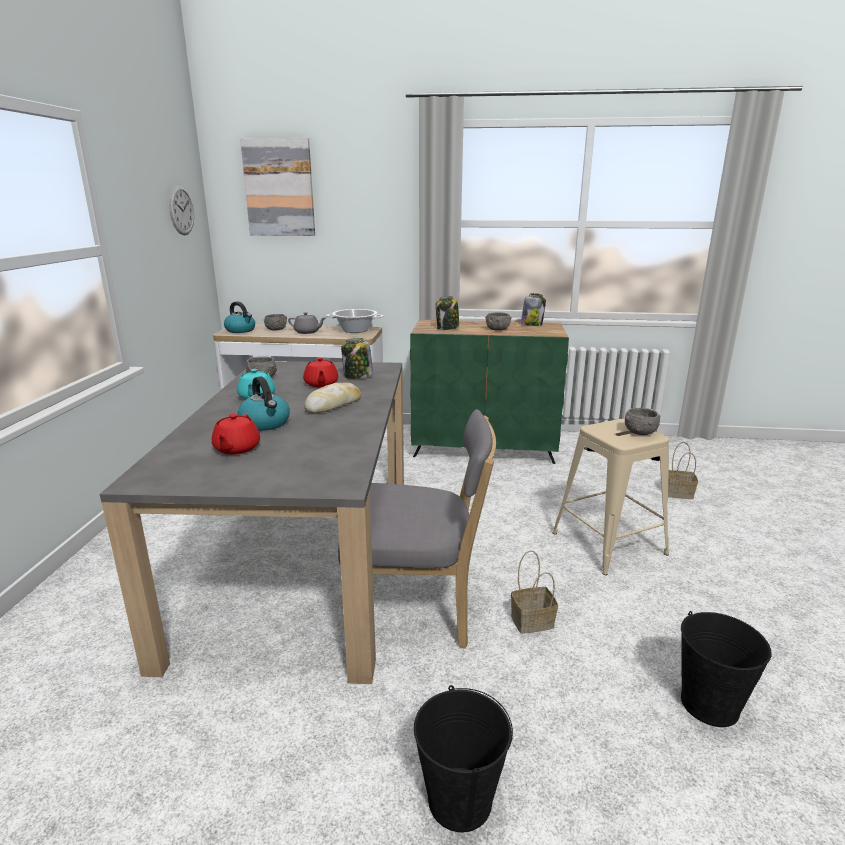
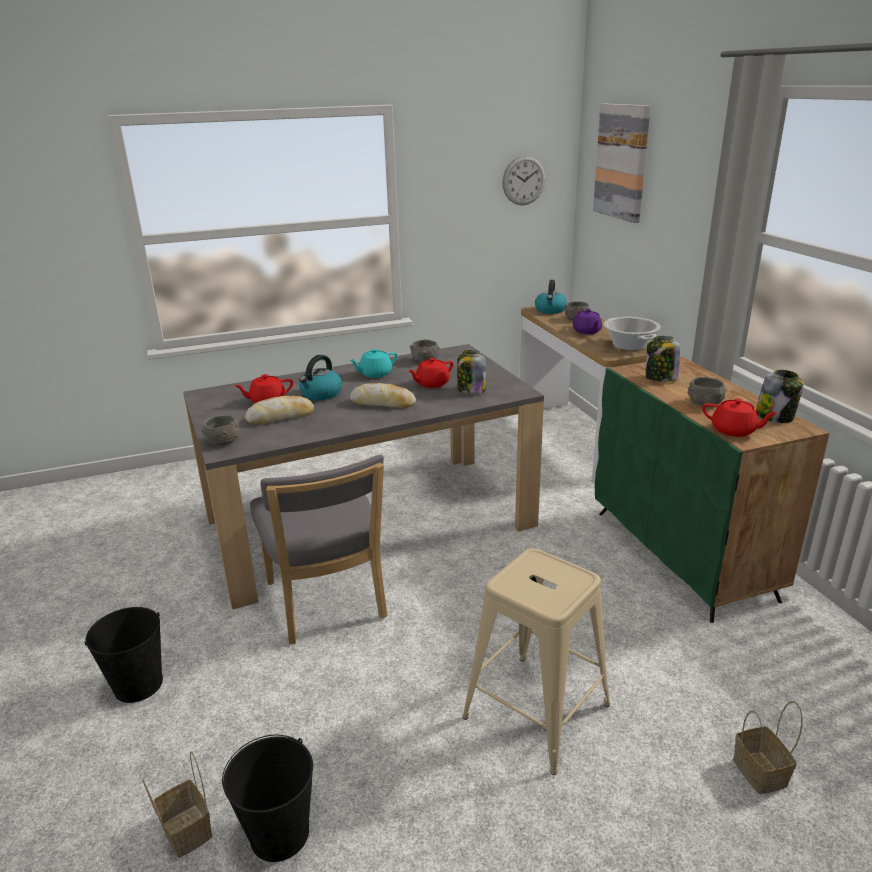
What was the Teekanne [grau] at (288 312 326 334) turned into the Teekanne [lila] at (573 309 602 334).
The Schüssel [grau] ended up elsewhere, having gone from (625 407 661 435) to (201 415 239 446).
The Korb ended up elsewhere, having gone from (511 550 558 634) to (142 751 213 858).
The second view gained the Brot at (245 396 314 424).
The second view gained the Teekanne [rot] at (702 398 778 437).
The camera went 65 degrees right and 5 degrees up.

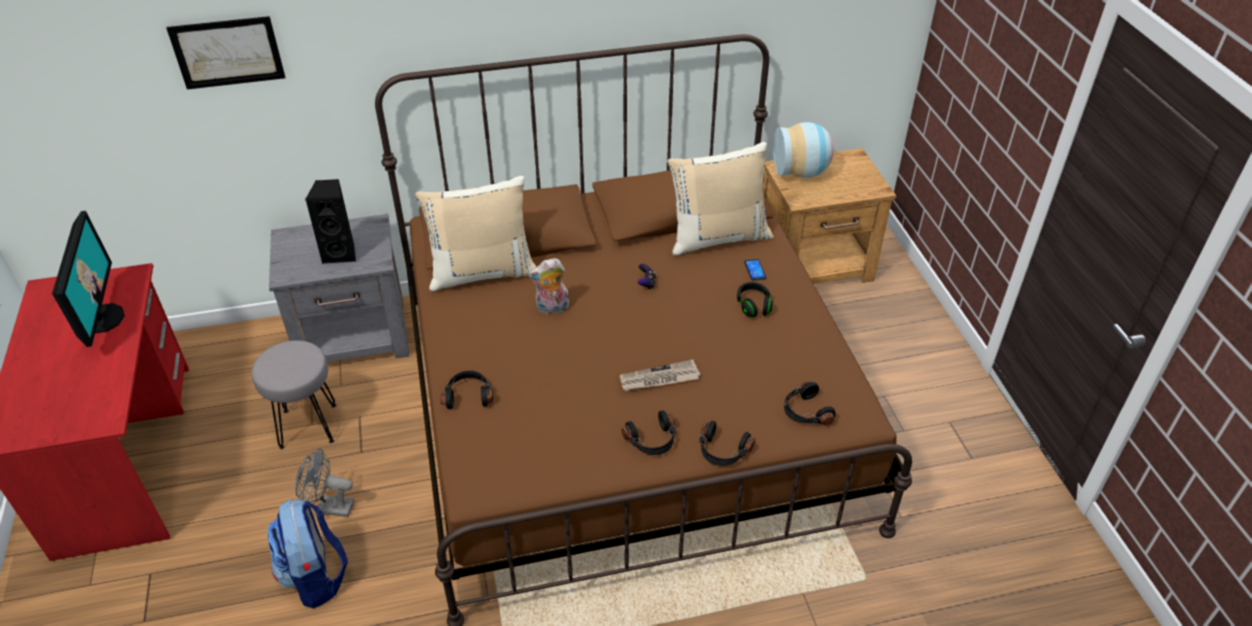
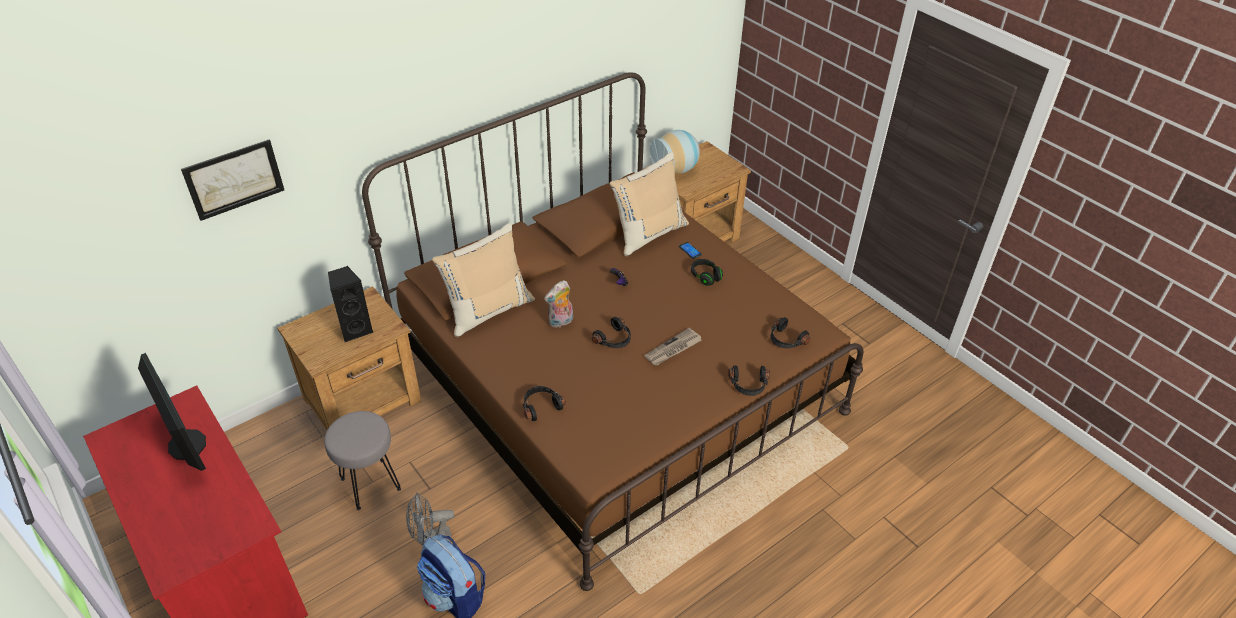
What was the Nachttisch [grau] at (269 214 409 362) turned into the Nachttisch [braun] at (277 286 421 430).
The Kopfhörer [schwarz] ended up elsewhere, having gone from (621 411 676 455) to (592 317 631 348).
The camera went 25 degrees left and 0 degrees up.

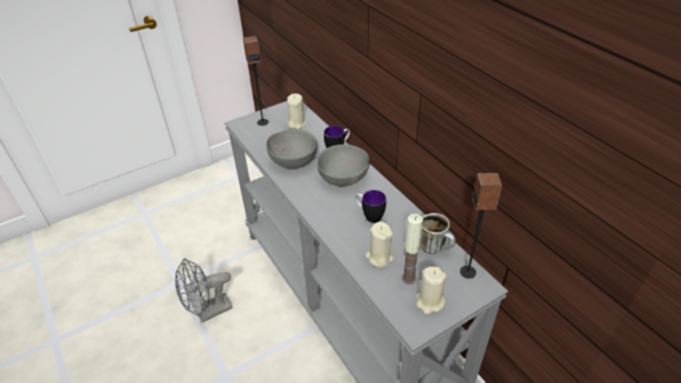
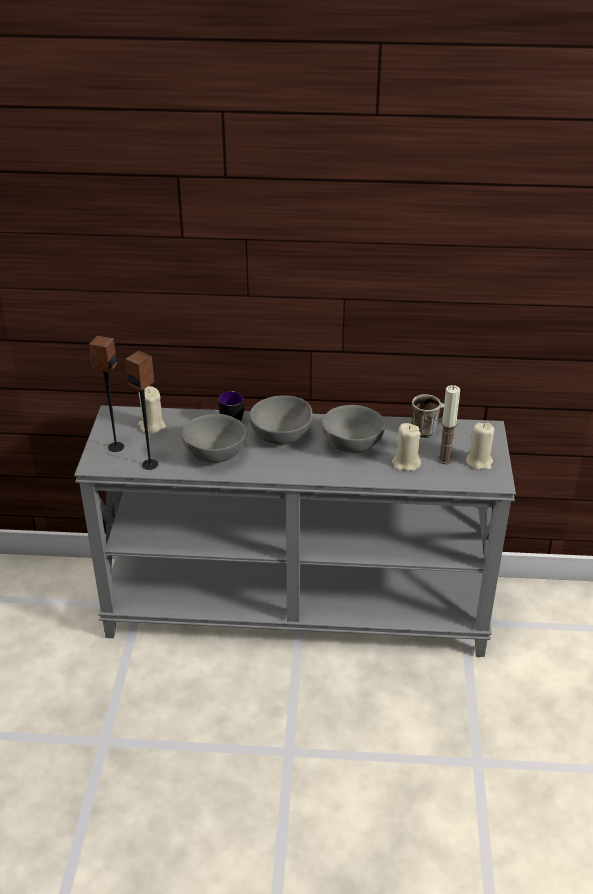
The Lautsprecher ended up elsewhere, having gone from (460 173 502 279) to (125 351 158 470).
Where the Henkelbecher stood at (355 190 386 223), the Schüssel [grau] came to stand at (322 405 385 453).
The second view lost the Ventilator [grau] at (175 258 232 323).
The camera went 55 degrees left and 5 degrees down.

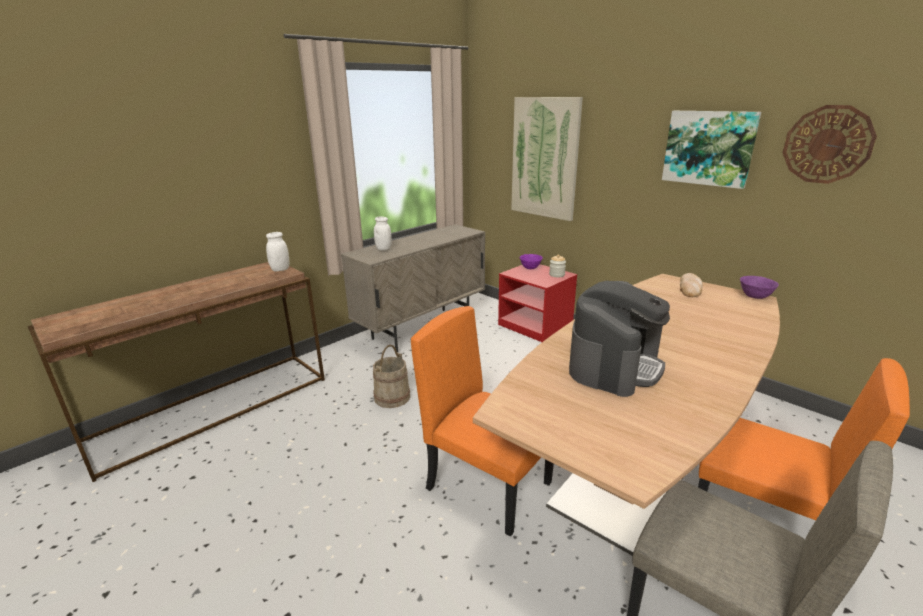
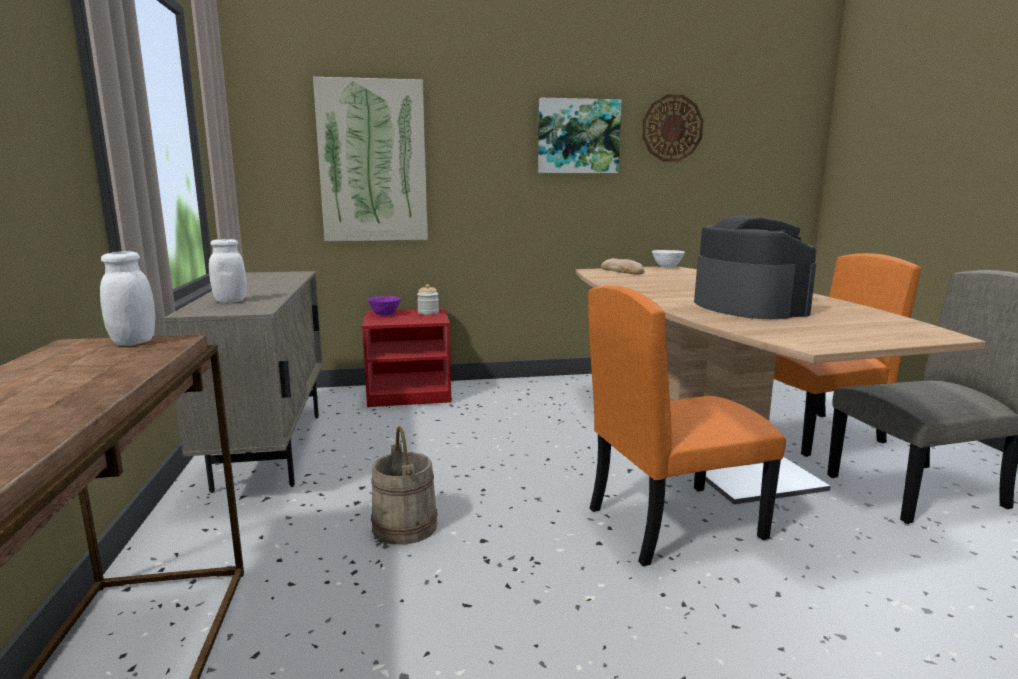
What was the Schüssel [lila] at (740 276 779 299) turned into the Schüssel [weiß] at (652 250 685 268).
The camera went 55 degrees left and 10 degrees down.

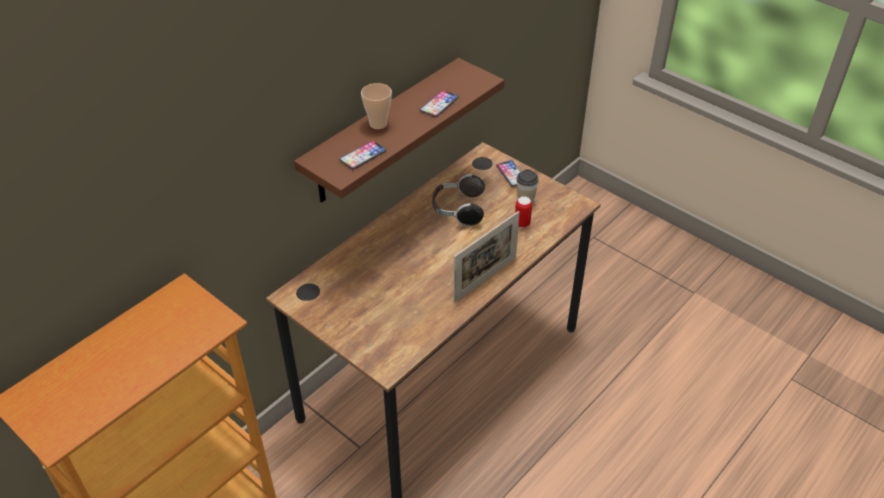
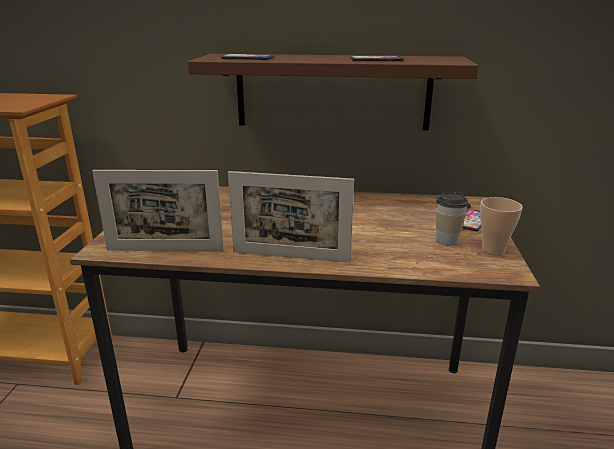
The Tasse ended up elsewhere, having gone from (361 83 392 129) to (480 197 523 255).
The second view lost the Kopfhörer at (432 174 485 227).
The second view lost the Dose at (515 196 532 228).
The second view gained the Bilderrahmen at (92 170 224 251).
The camera went 55 degrees right and 20 degrees down.

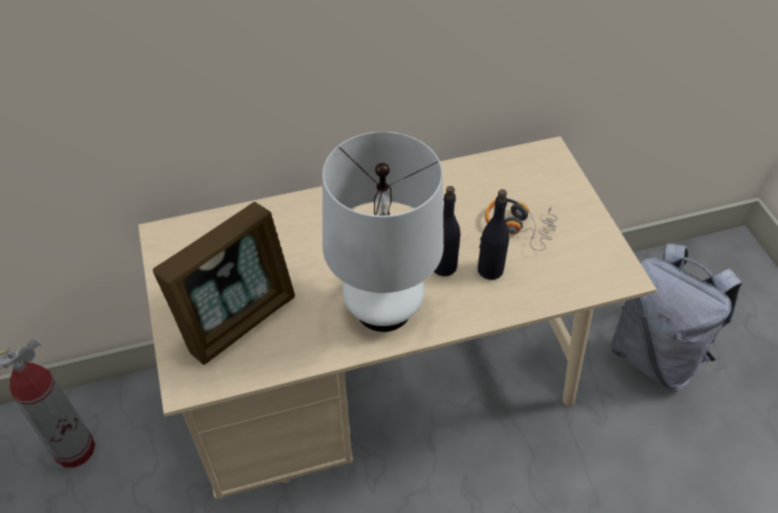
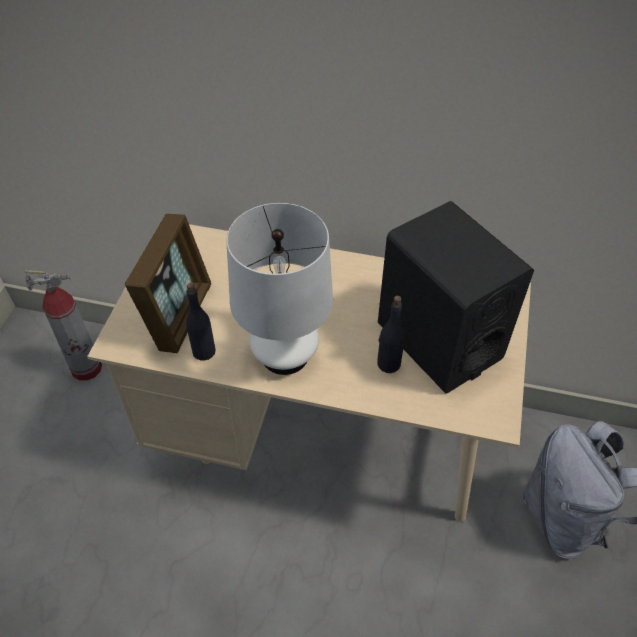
The Flasche [schwarz] ended up elsewhere, having gone from (434 186 460 276) to (186 283 216 361).
Where the Kopfhörer stood at (485 198 557 251), the Lautsprecher [schwarz] came to stand at (378 201 534 393).
The Bilderrahmen at (153 202 295 365) ended up facing another way, 60 degrees counterclockwise from before.
The camera went 30 degrees right and 0 degrees up.

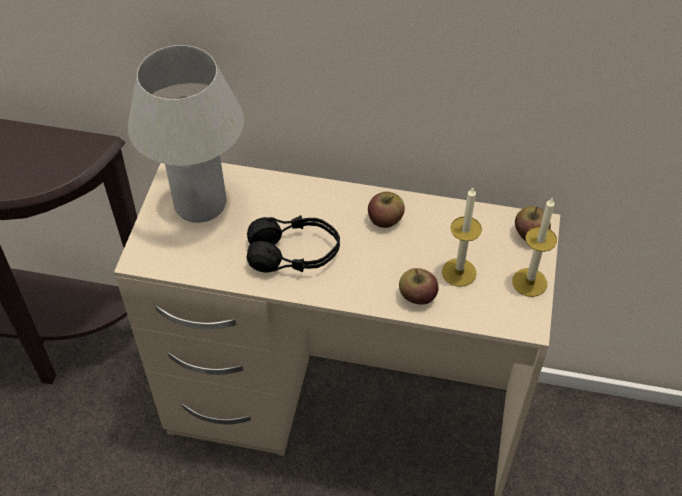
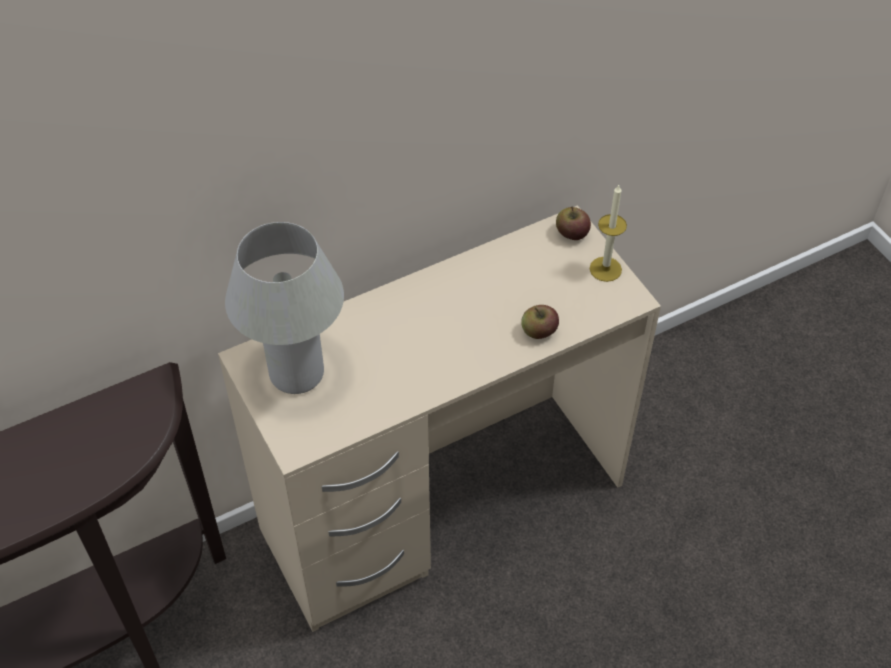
The second view lost the Kerze at (442 188 482 287).
The second view lost the Apfel at (368 192 405 228).
The second view lost the Kopfhörer [schwarz] at (247 215 340 273).
The camera went 40 degrees left and 0 degrees up.

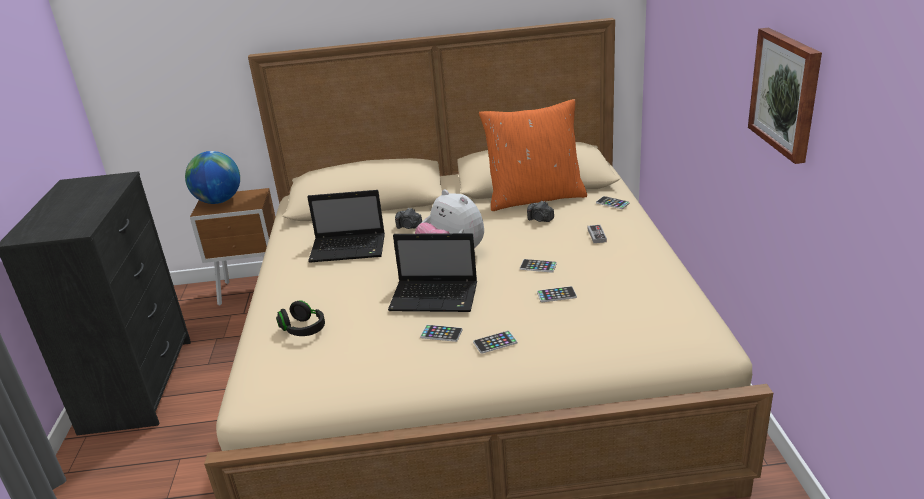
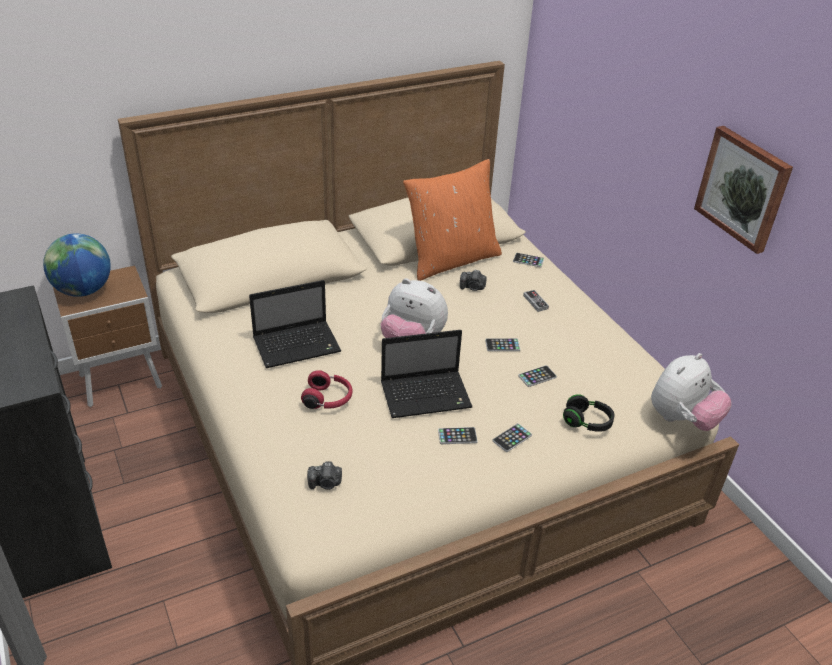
The Kamera ended up elsewhere, having gone from (395 208 422 229) to (307 461 342 490).
The Kopfhörer [schwarz] ended up elsewhere, having gone from (276 300 325 336) to (563 394 615 432).
The second view gained the Plüschtier at (651 353 732 431).
The second view gained the Kopfhörer [rot] at (301 370 353 409).
The camera went 25 degrees left and 10 degrees up.

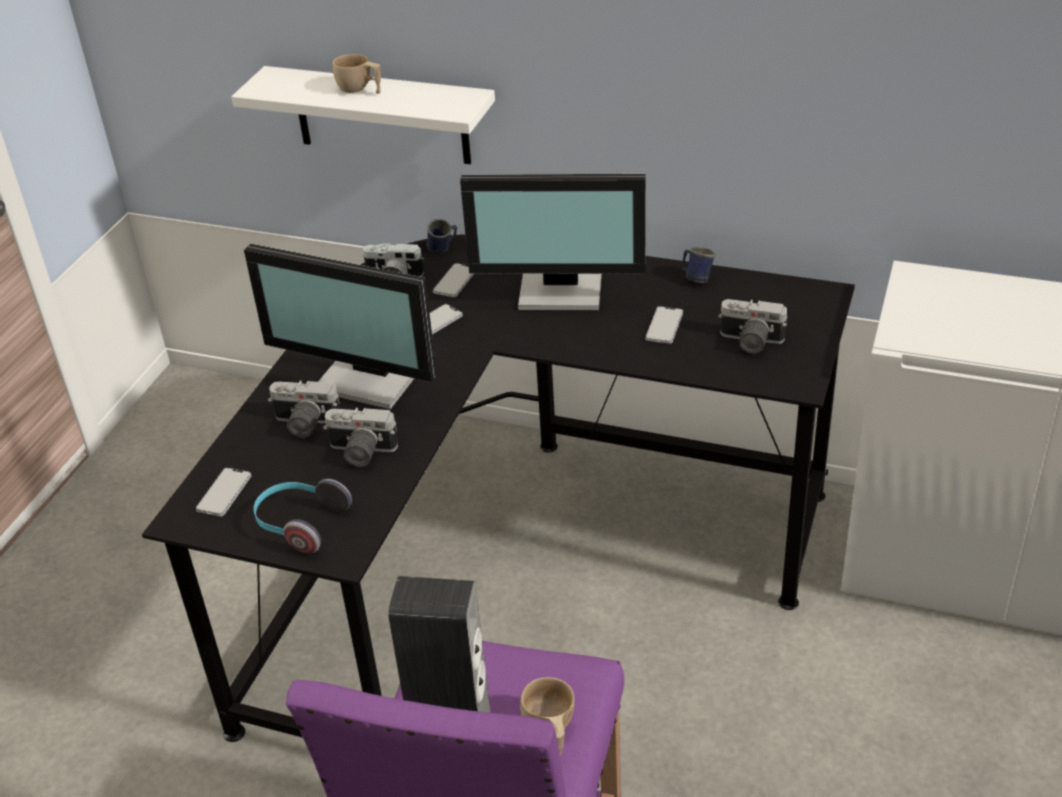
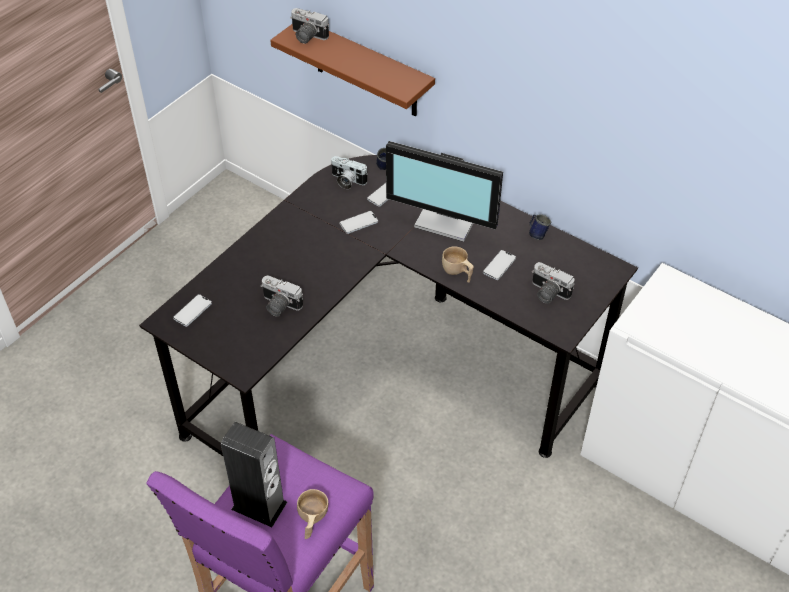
The Tasse [beige] ended up elsewhere, having gone from (333 54 381 94) to (442 246 474 283).
What was the Wandregal [weiß] at (231 66 495 164) turned into the Wandregal [braun] at (270 24 435 117).
The second view lost the Monitor at (244 244 436 410).
The Kamera ended up elsewhere, having gone from (268 380 340 438) to (290 8 329 44).
The second view lost the Kopfhörer at (254 479 352 553).
The camera went 15 degrees right and 10 degrees up.

